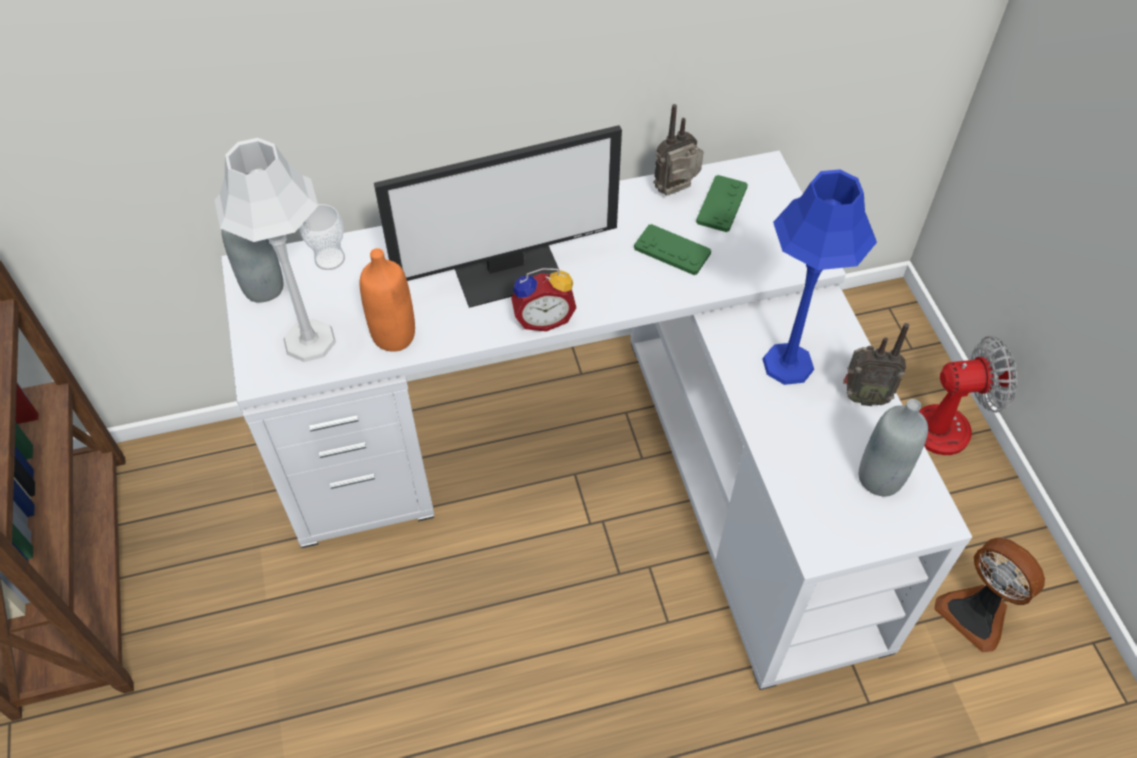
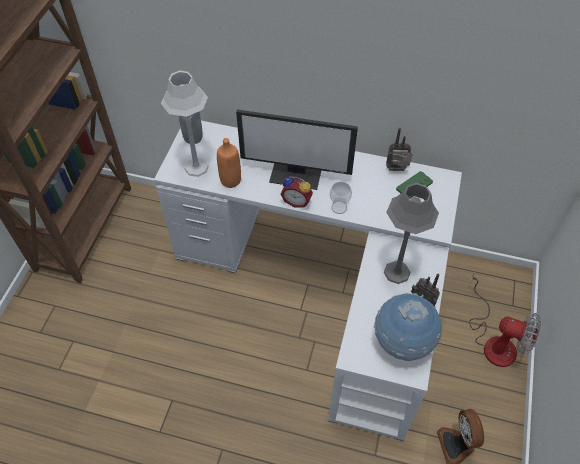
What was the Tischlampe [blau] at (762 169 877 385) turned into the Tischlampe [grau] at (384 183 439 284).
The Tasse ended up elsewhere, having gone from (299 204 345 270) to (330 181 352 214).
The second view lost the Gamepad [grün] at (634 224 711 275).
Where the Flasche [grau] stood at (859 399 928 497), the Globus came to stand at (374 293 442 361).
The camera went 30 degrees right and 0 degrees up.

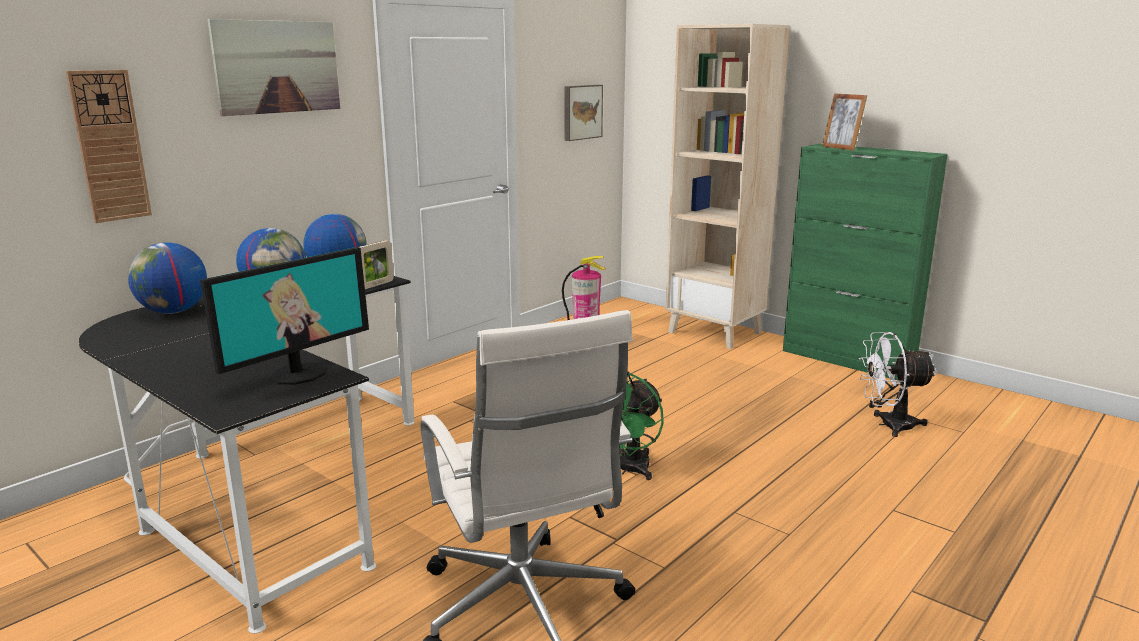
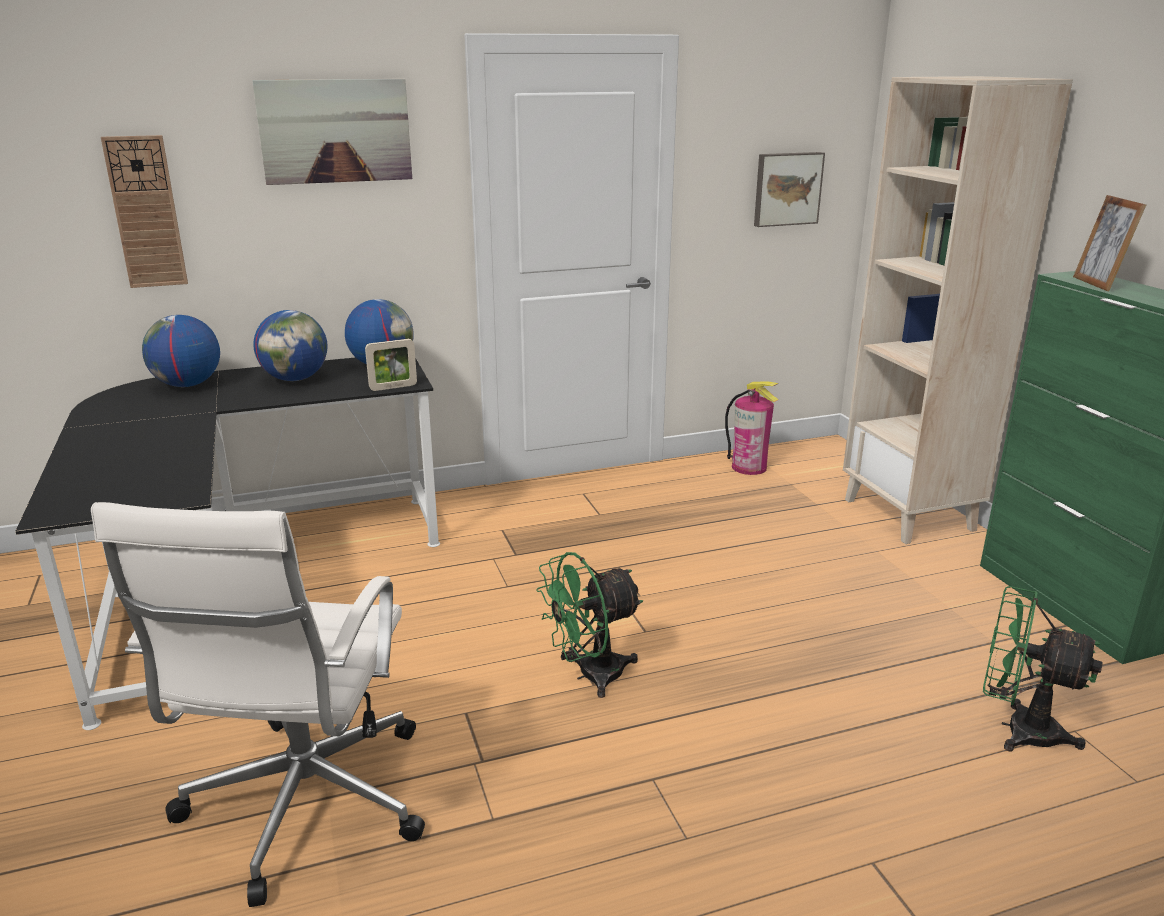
The second view lost the Monitor at (200 247 369 385).
What was the Ventilator [weiß] at (859 332 937 437) turned into the Ventilator [grün] at (983 586 1102 752).
The camera went 30 degrees right and 5 degrees up.

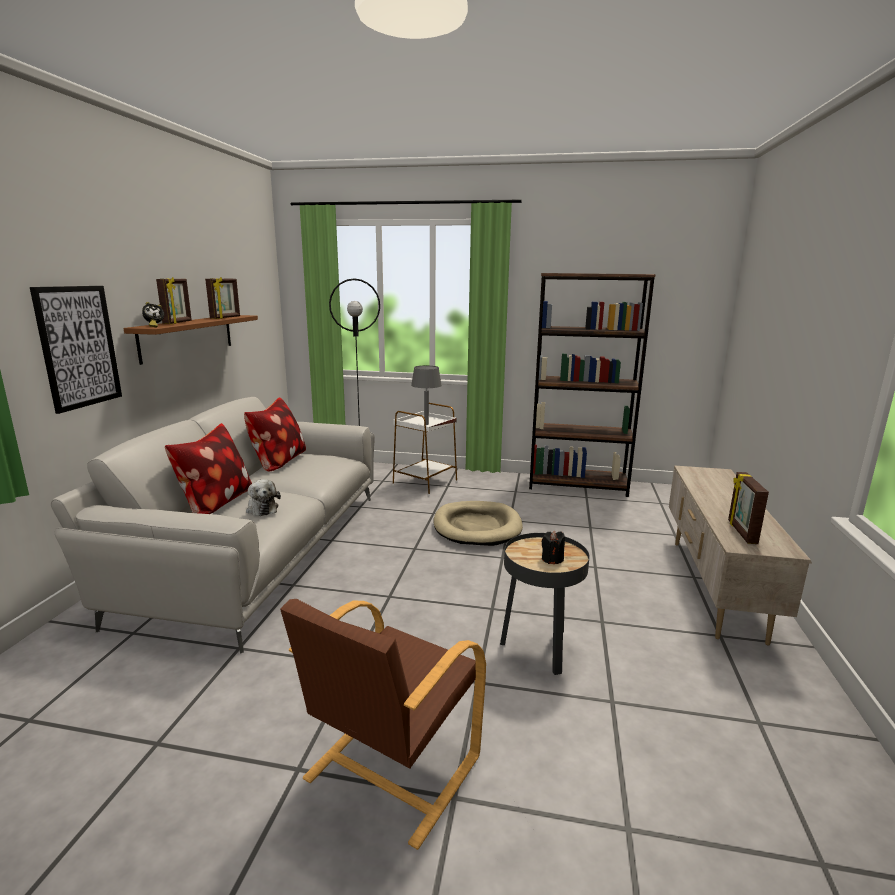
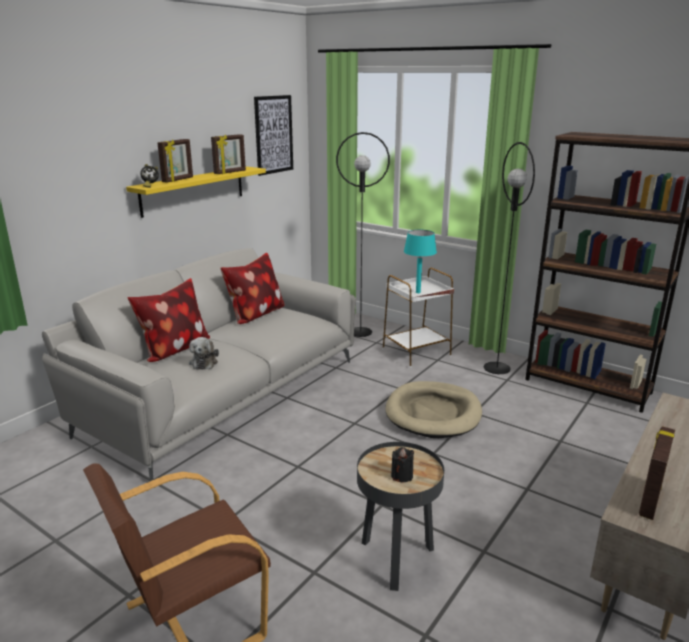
The Bild ended up elsewhere, having gone from (30 286 122 414) to (254 95 293 176).
What was the Wandregal [braun] at (124 315 258 365) turned into the Wandregal [gelb] at (126 167 266 218).
What was the Tischlampe [grau] at (411 365 442 425) turned into the Tischlampe [türkis] at (404 230 437 293).
The second view gained the Stehlampe [schwarz] at (484 142 535 374).
The camera went 25 degrees right and 5 degrees up.

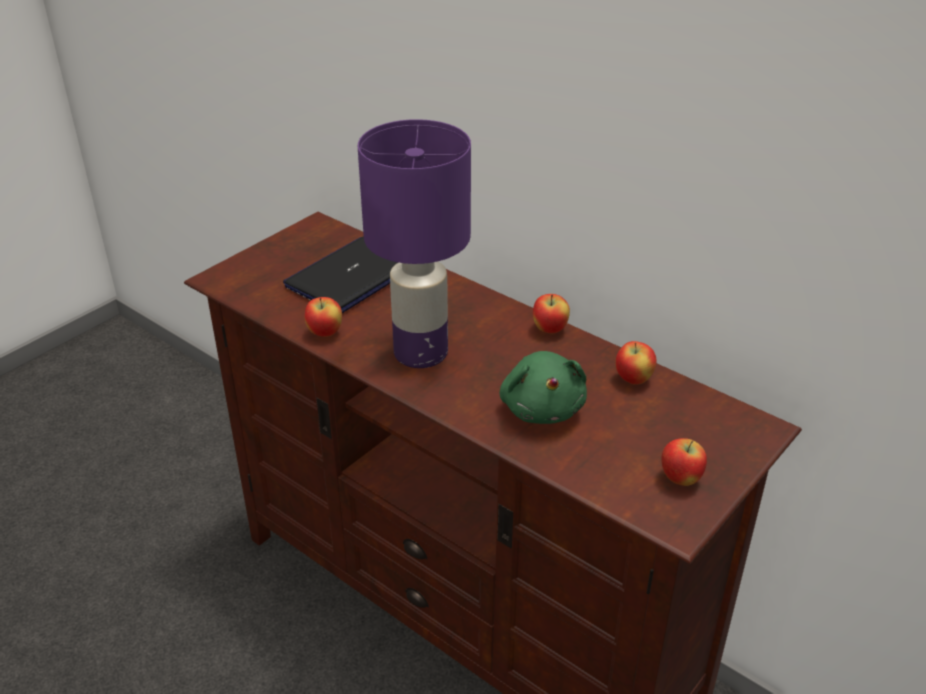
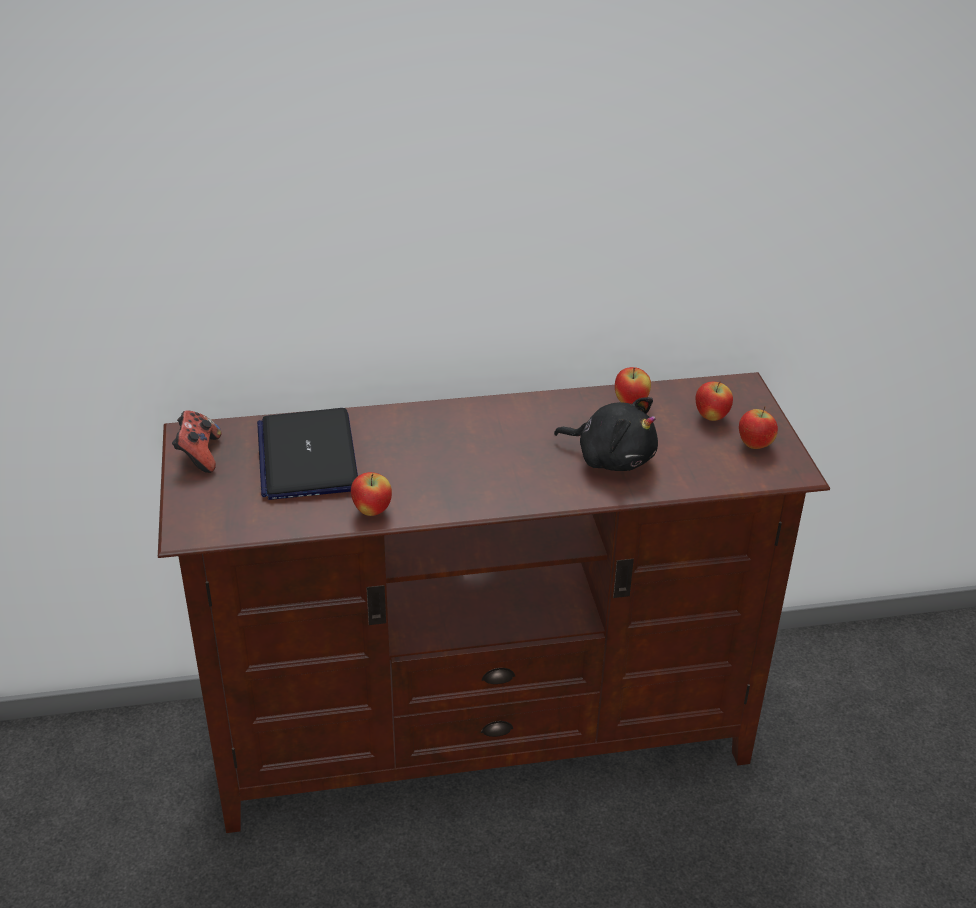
The second view lost the Tischlampe [lila] at (358 119 471 368).
The Apfel ended up elsewhere, having gone from (533 294 570 333) to (696 382 733 421).
What was the Plüschtier [grün] at (500 351 587 424) turned into the Plüschtier [schwarz] at (554 397 658 471).
The second view gained the Gamepad at (172 410 222 473).
The camera went 50 degrees left and 0 degrees up.

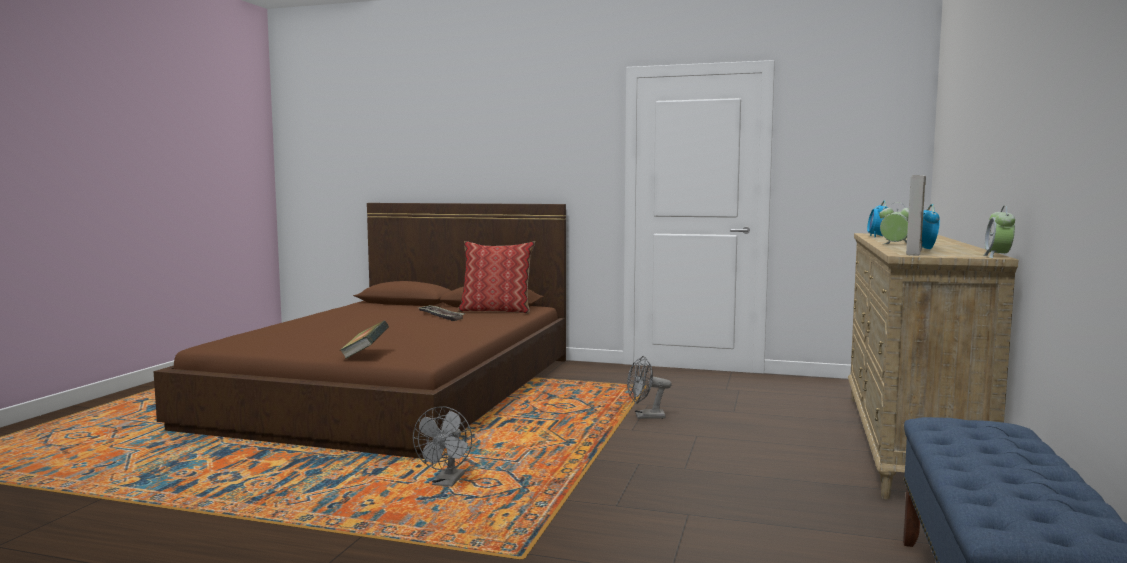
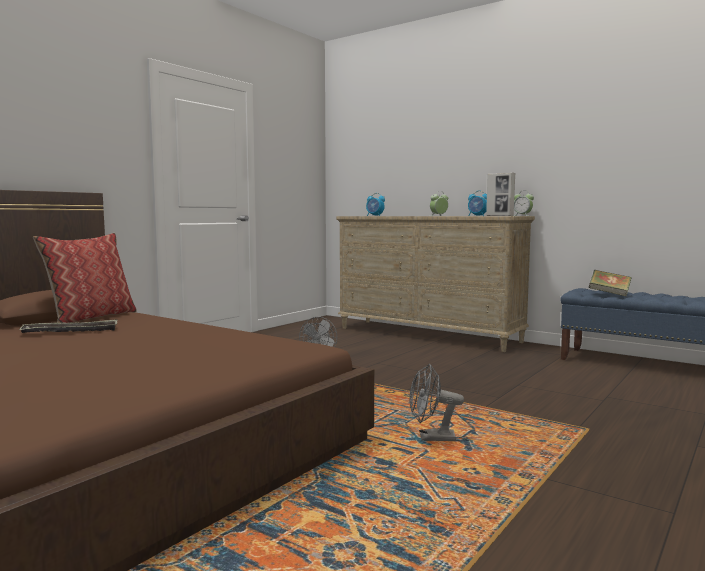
The Buch ended up elsewhere, having gone from (339 321 389 359) to (588 270 632 296).
The Ventilator [grau] at (413 406 472 487) ended up facing another way, 150 degrees clockwise from before.
The camera went 70 degrees left and 0 degrees up.

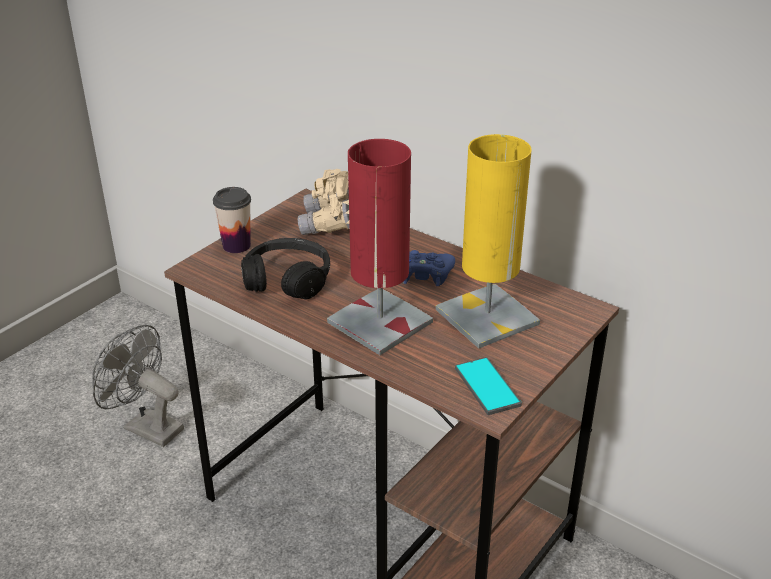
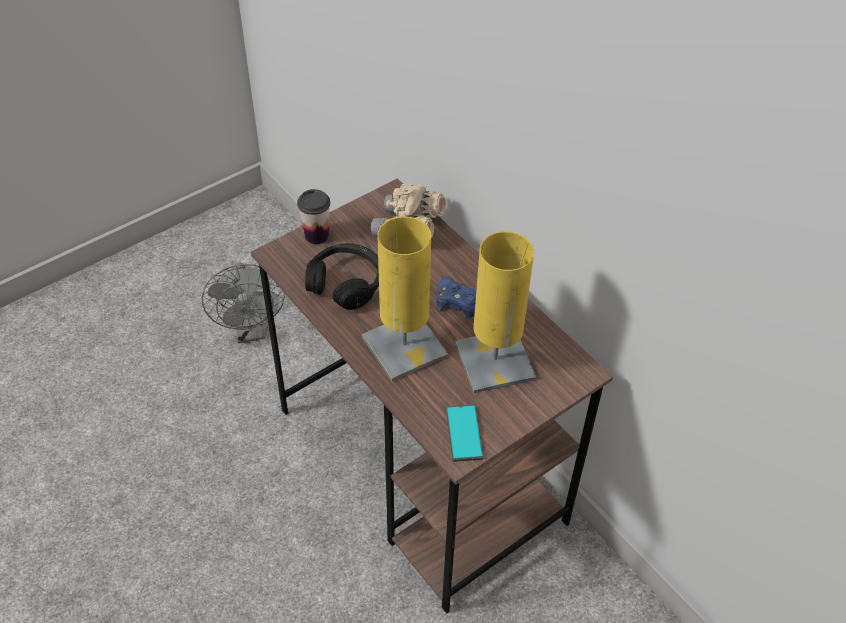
What was the Tischlampe [rot] at (327 139 433 355) turned into the Tischlampe [gelb] at (362 216 448 381).
The Ventilator [grau] at (92 325 184 447) ended up facing another way, 150 degrees counterclockwise from before.
The camera went 15 degrees right and 15 degrees up.

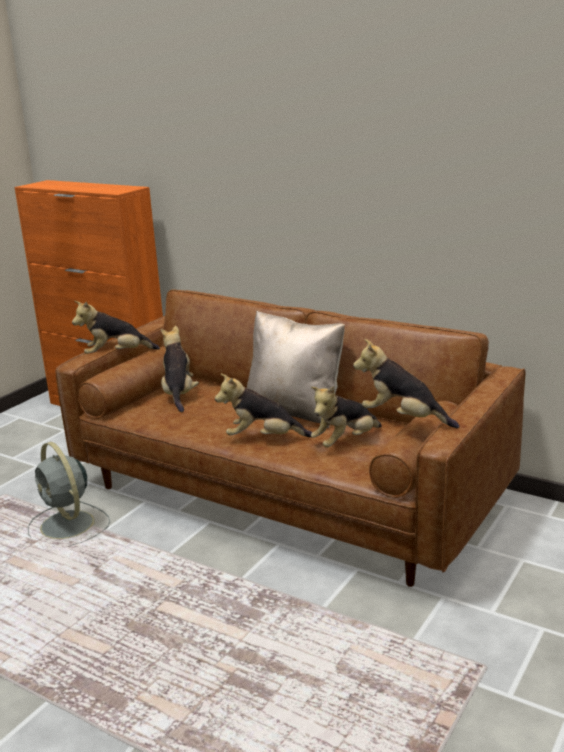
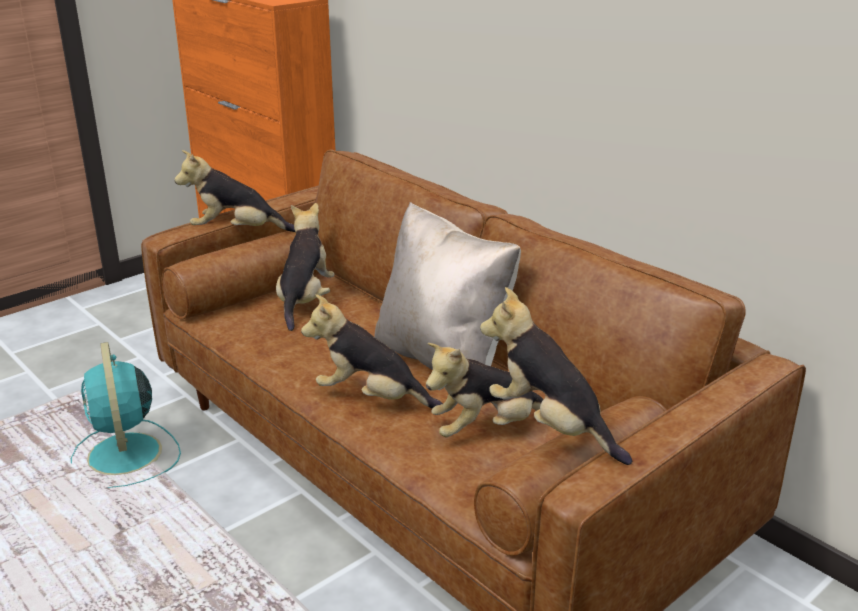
What was the Ventilator [grau] at (28 442 110 546) turned into the Ventilator [türkis] at (71 342 181 488).
The camera went 15 degrees right and 5 degrees up.

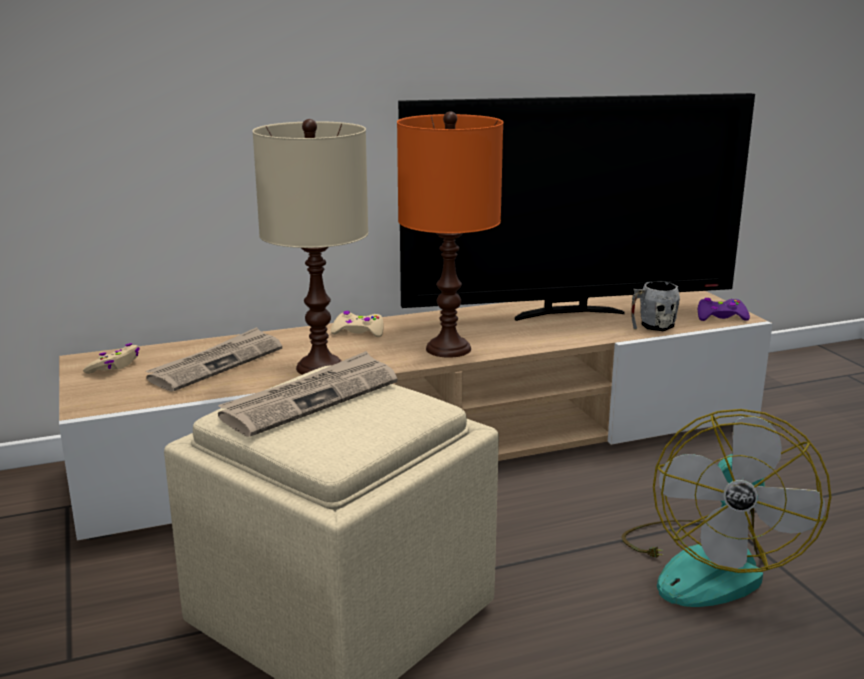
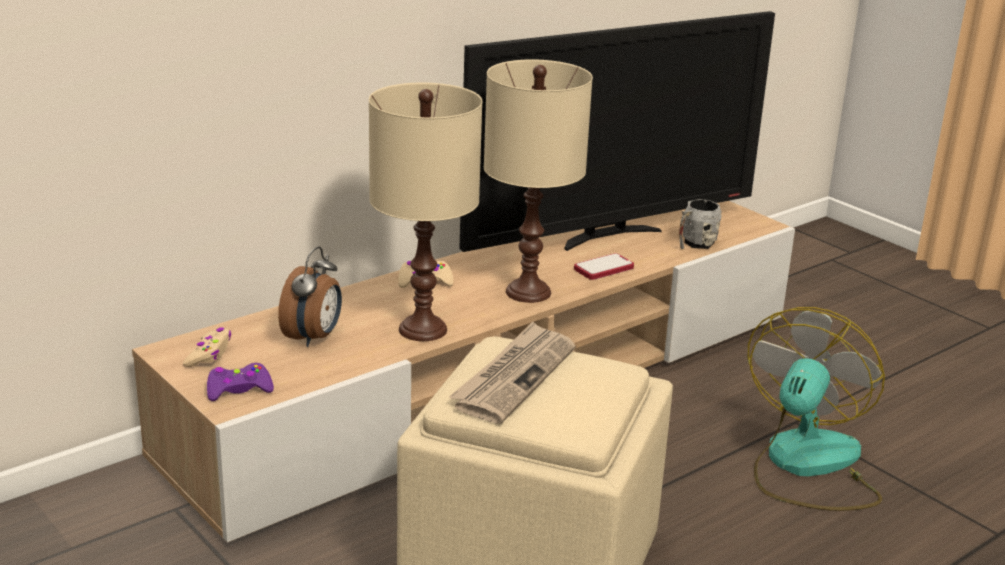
What was the Tischlampe [orange] at (397 111 503 358) turned into the Tischlampe [beige] at (484 59 593 303).
The Gamepad [lila] ended up elsewhere, having gone from (698 298 750 321) to (207 363 274 401).
Where the Zeitung stood at (146 327 282 392), the Wecker came to stand at (278 246 342 347).
The Ventilator at (622 409 831 607) ended up facing another way, 150 degrees counterclockwise from before.
The second view gained the Handy at (574 253 634 280).
The camera went 20 degrees left and 5 degrees up.

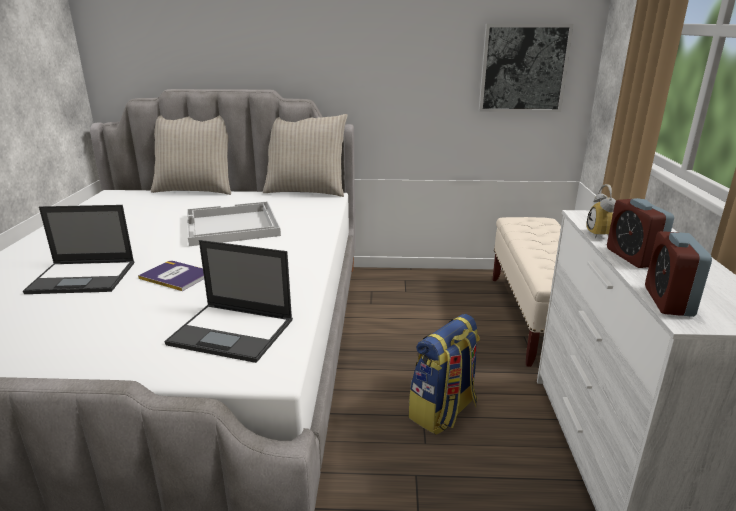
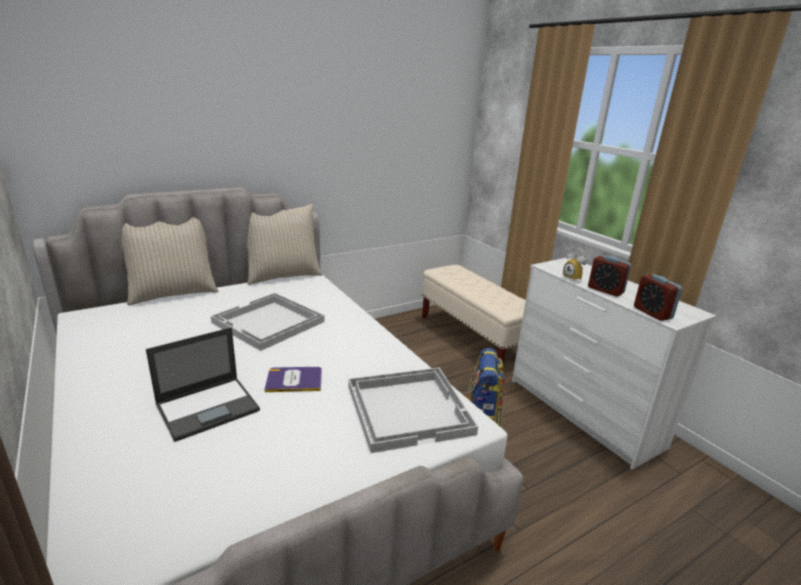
The second view lost the Bild at (479 24 573 112).
Where the Laptop stood at (164 240 293 363), the Tablett [weiß] came to stand at (348 368 478 453).
The camera went 35 degrees left and 0 degrees up.

